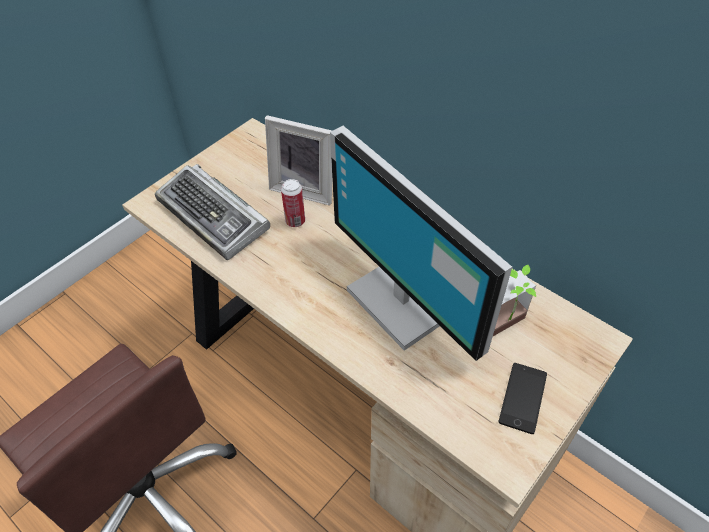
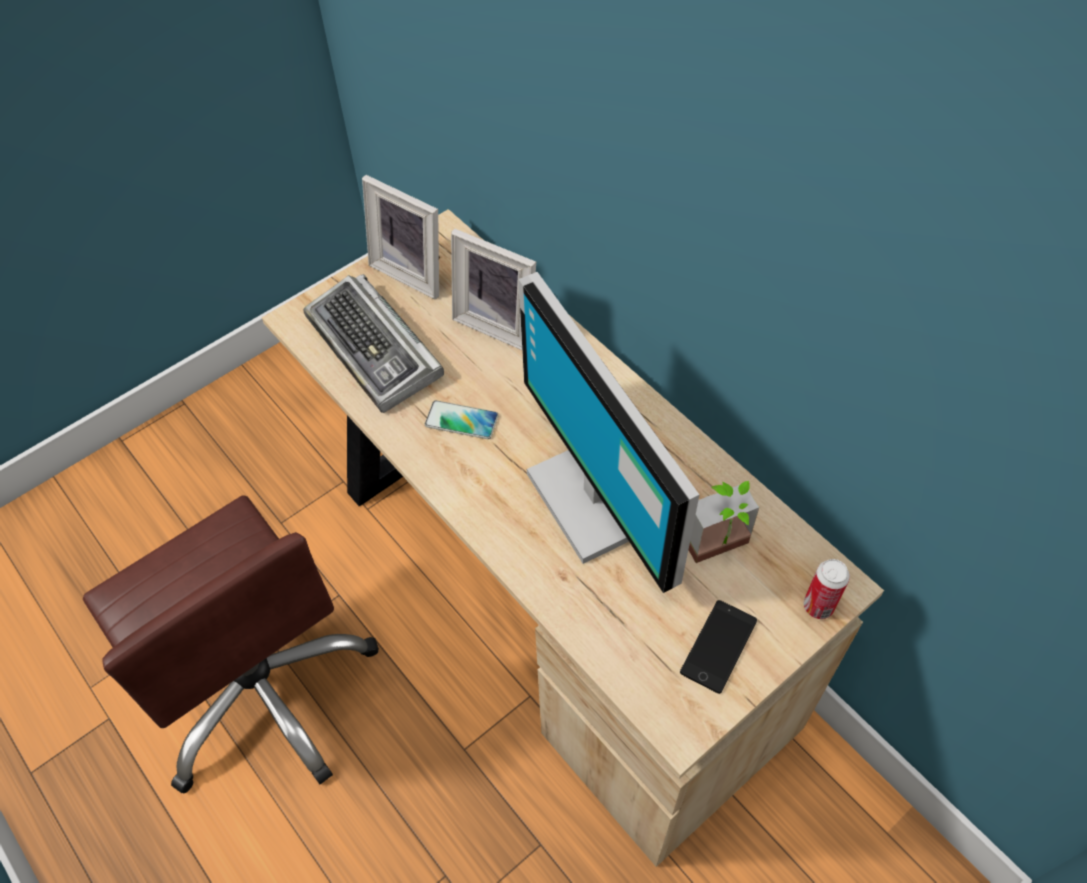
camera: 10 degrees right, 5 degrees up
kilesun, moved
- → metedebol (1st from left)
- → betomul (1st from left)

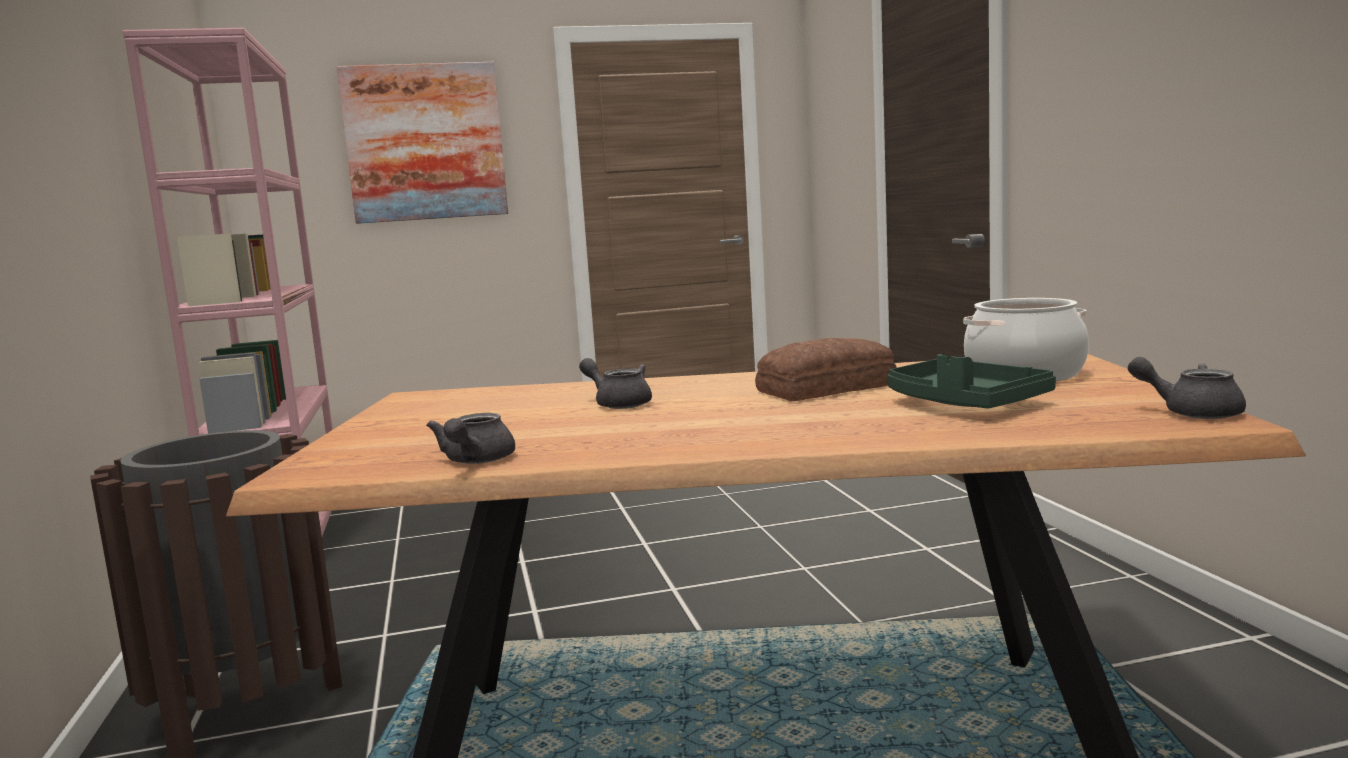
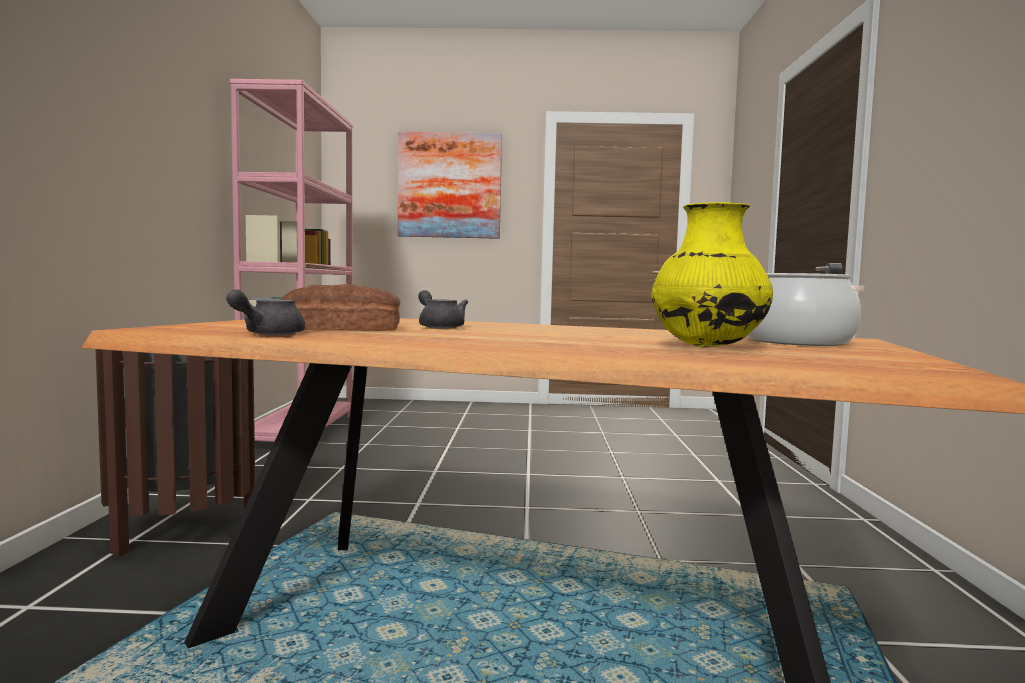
camera: 15 degrees right, 5 degrees down
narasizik, moved
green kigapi → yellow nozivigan
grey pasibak (3rd from left) → -

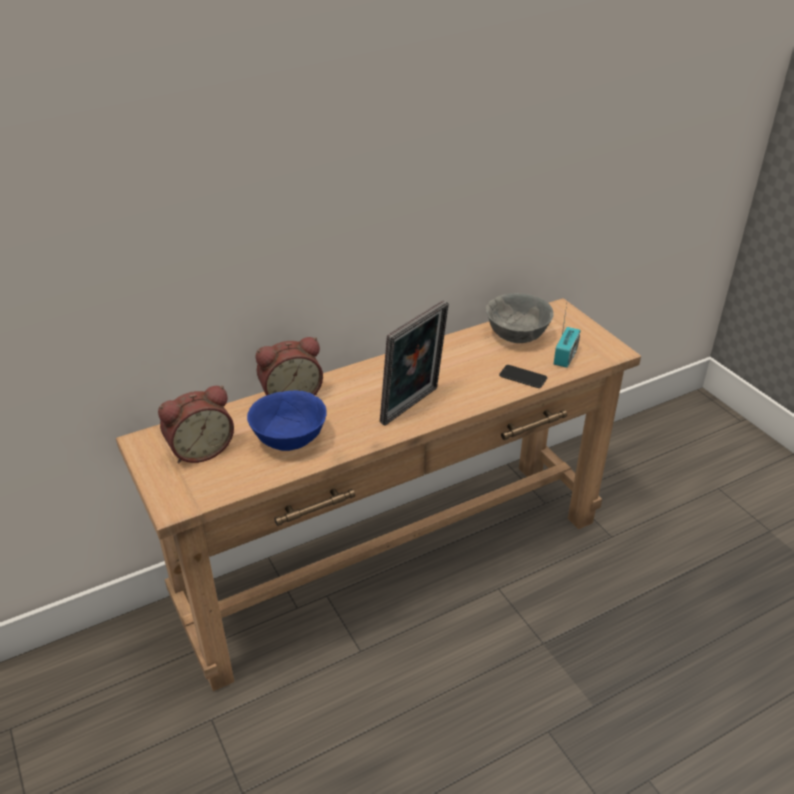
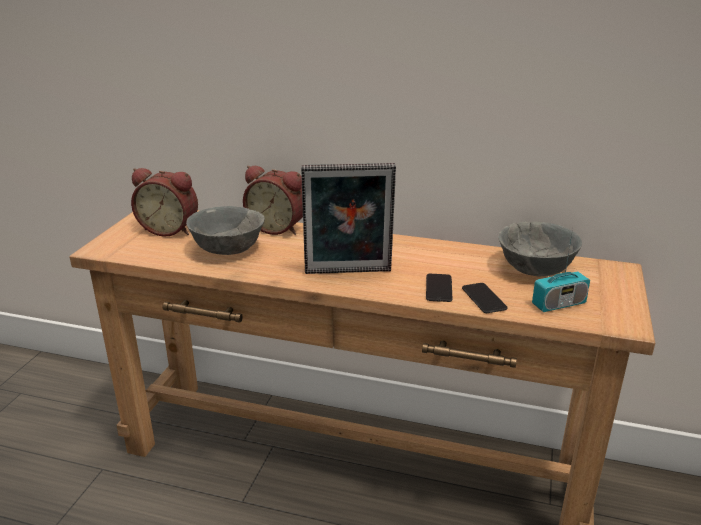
camera: 45 degrees right, 10 degrees down
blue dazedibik → grey dazedibik (1st from left)
- → betomul (1st from left)

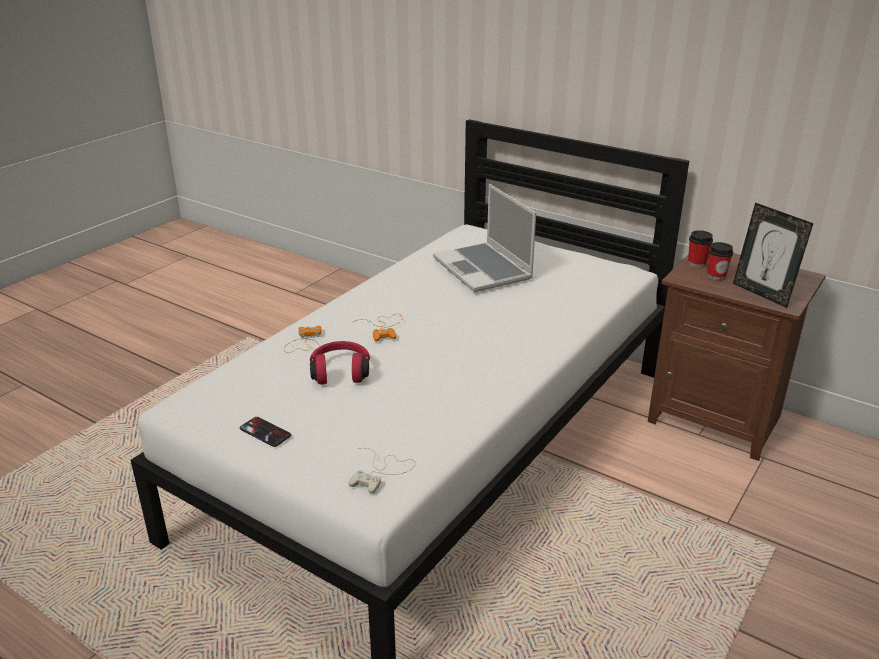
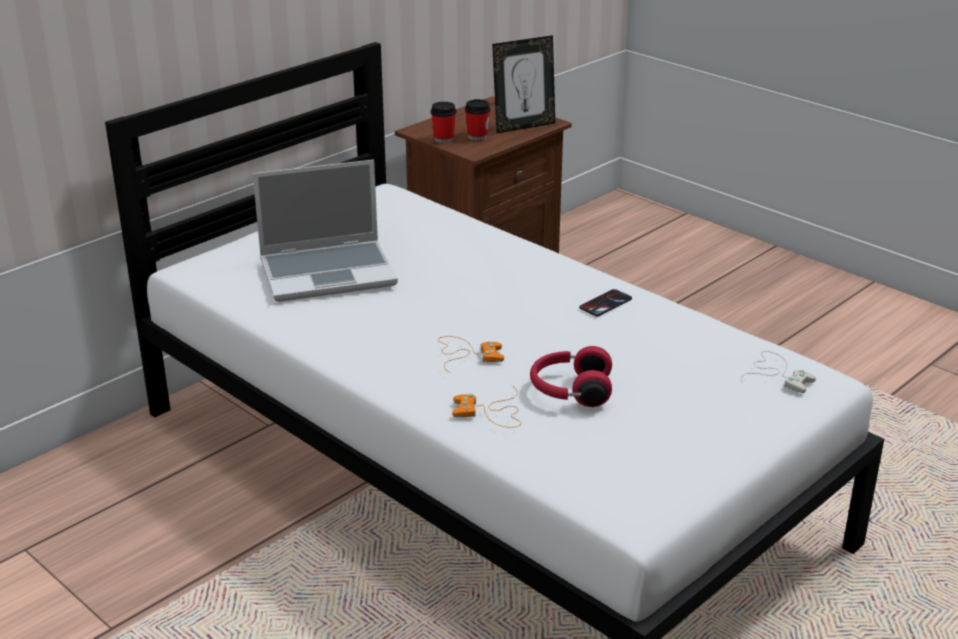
camera: 80 degrees left, 0 degrees up
betomul, moved

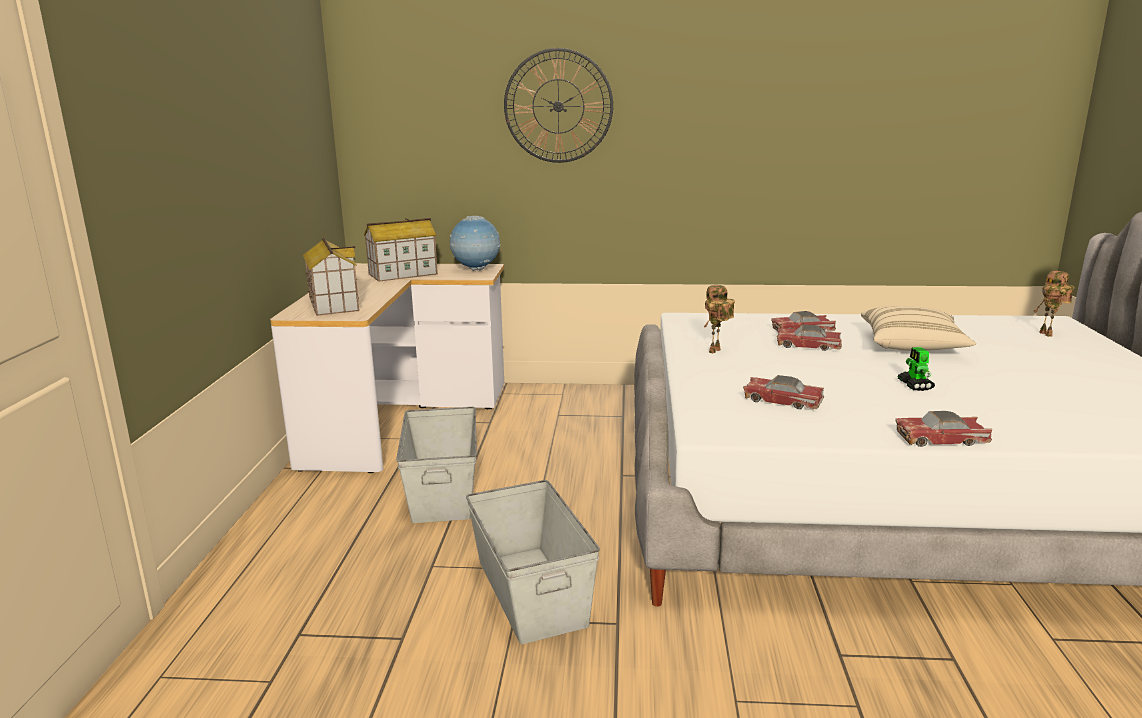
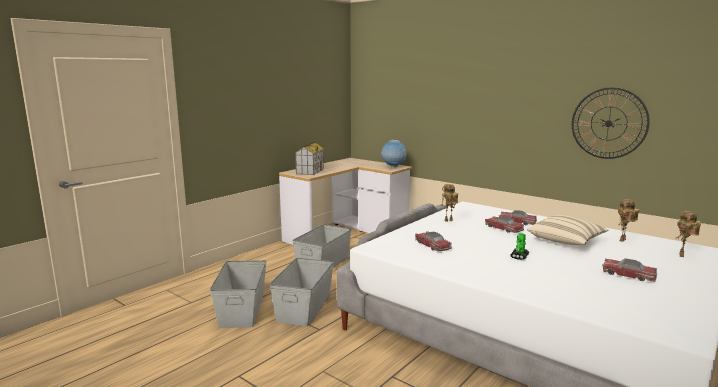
camera: 35 degrees right, 5 degrees down
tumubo (2nd from left) → -
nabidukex, moved
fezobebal (4th from left), moved
- → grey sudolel (1st from left)
- → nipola (3rd from left)

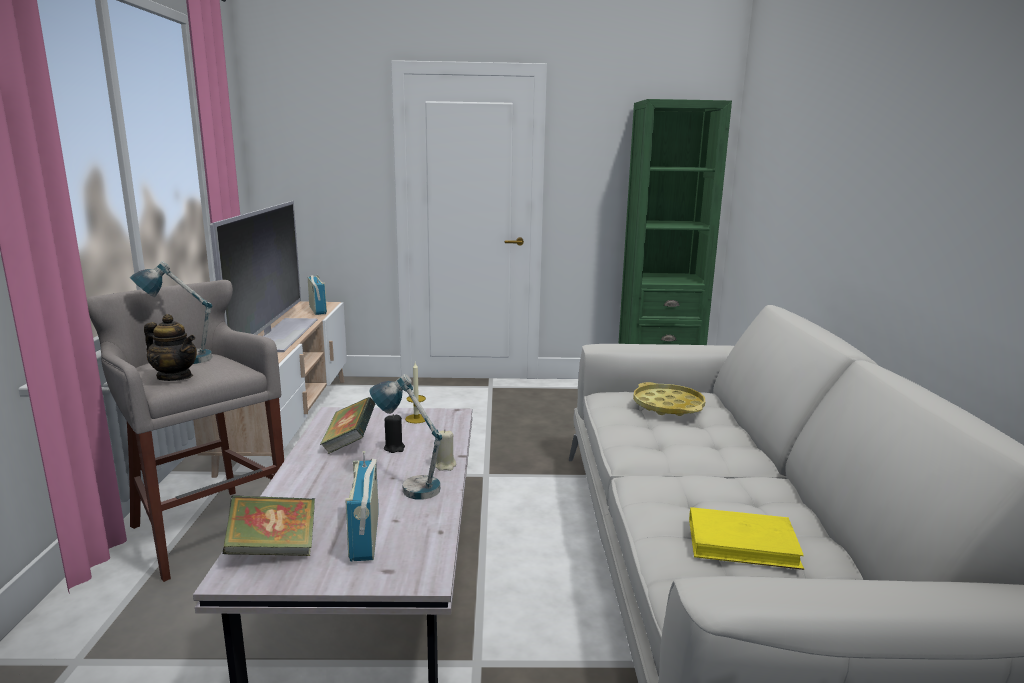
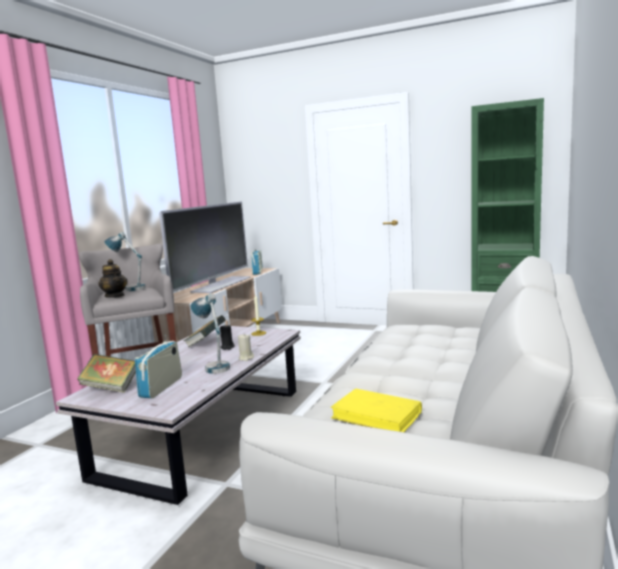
camera: 25 degrees right, 5 degrees down
yellow kigapi → -

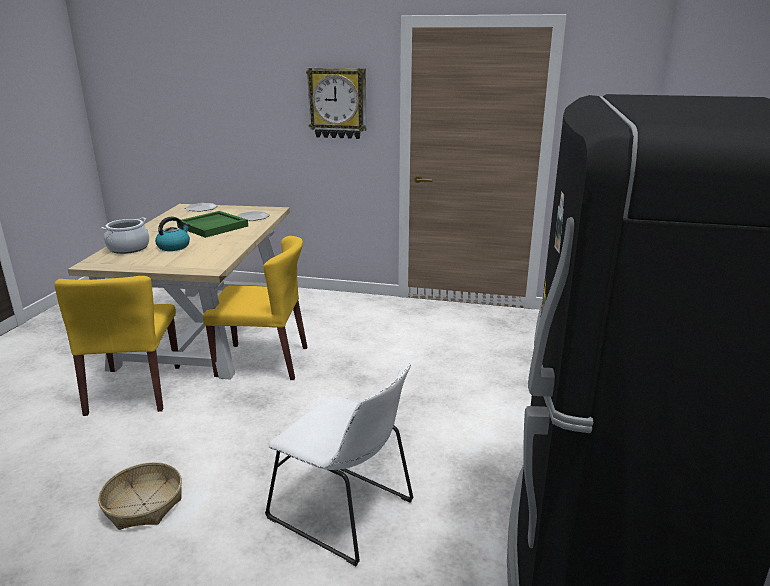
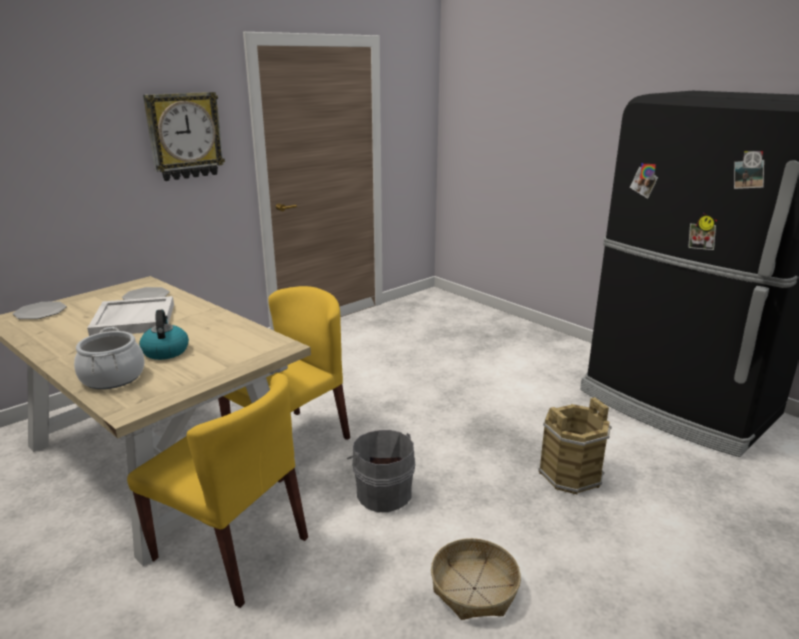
camera: 55 degrees left, 0 degrees up
green kigapi → white kigapi
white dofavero → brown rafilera
- → grey rafilera

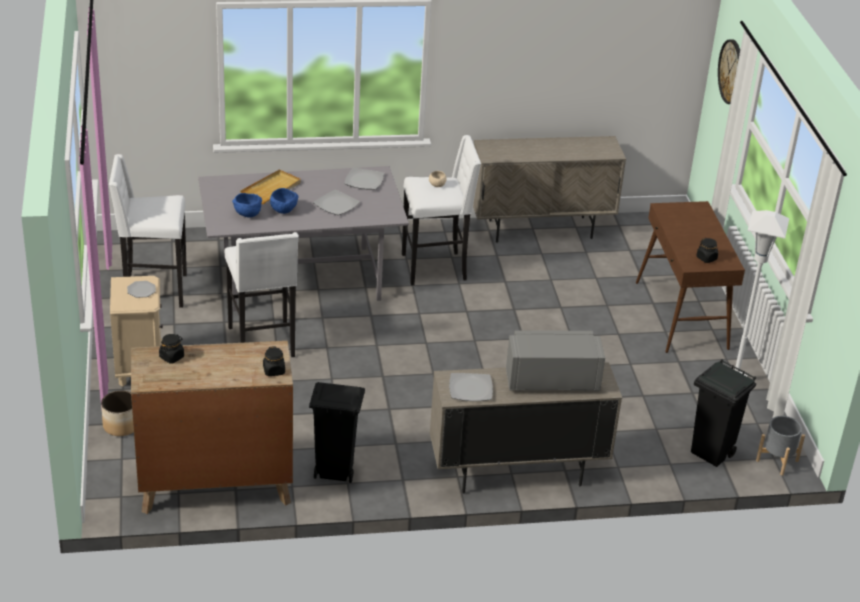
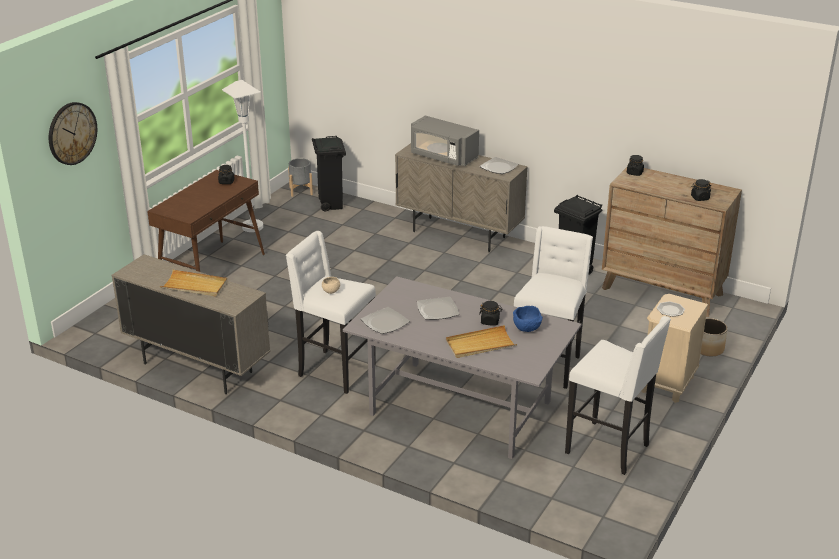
camera: 140 degrees left, 5 degrees down
blue dazedibik (2nd from left) → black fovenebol (2nd from left)
- → beige kigapi (1st from left)

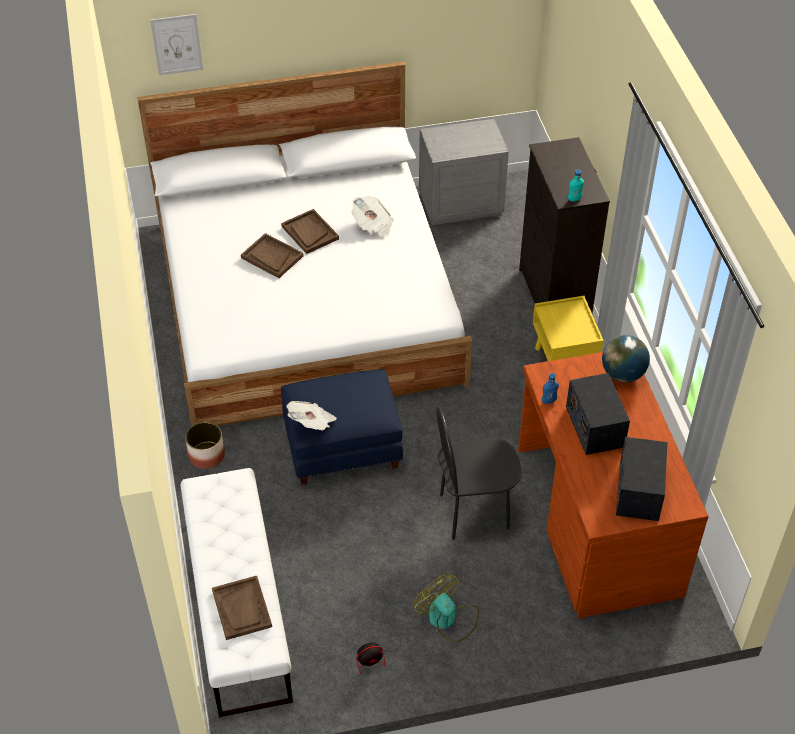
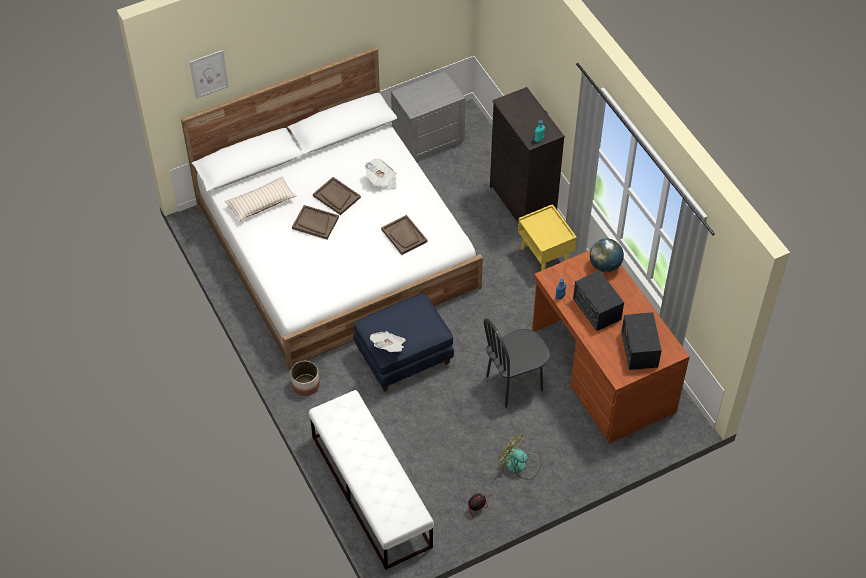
camera: 15 degrees left, 5 degrees up
brown kigapi (1st from left in the first image) → brown kigapi (3rd from left), moved
- → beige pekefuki

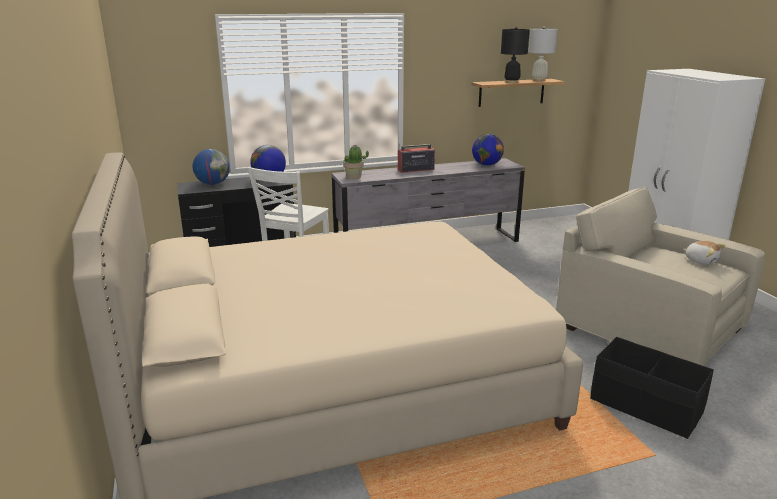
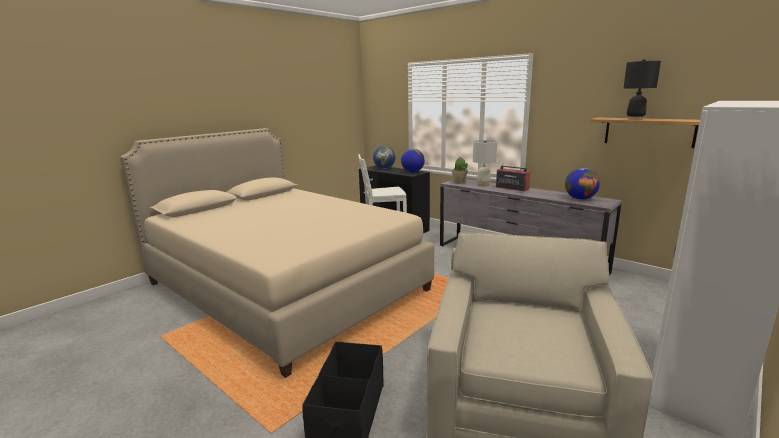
camera: 60 degrees right, 5 degrees down
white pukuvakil, moved
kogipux → -

